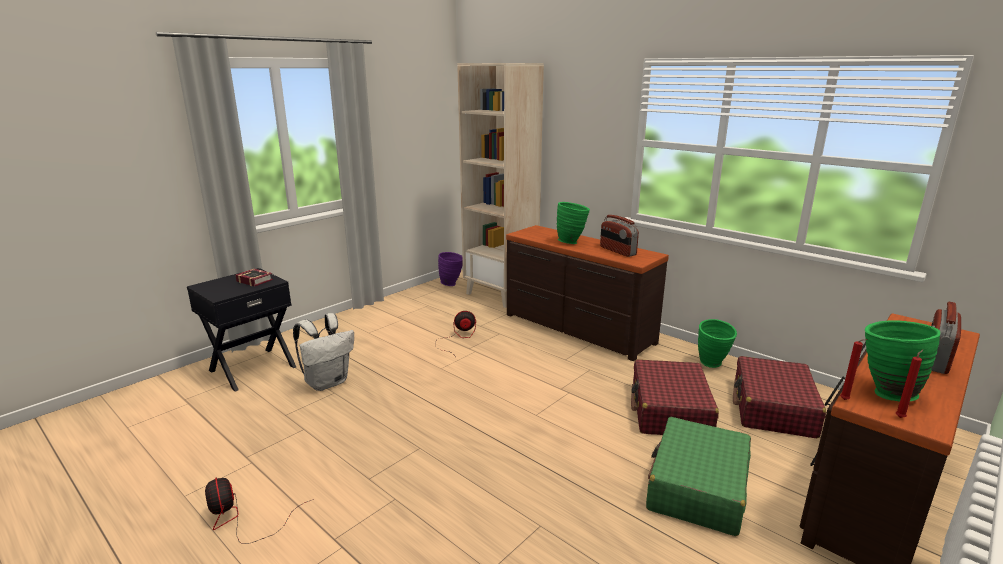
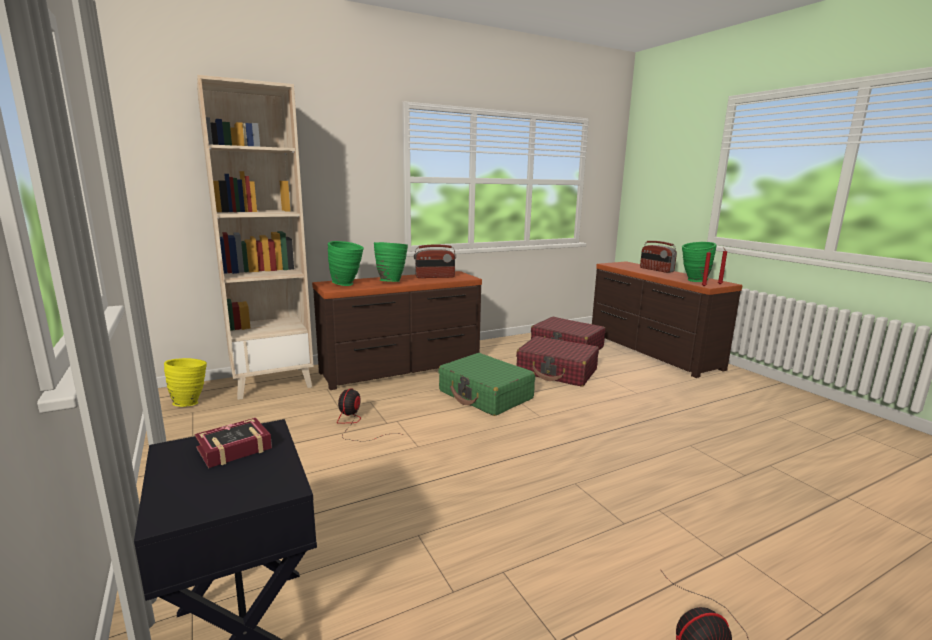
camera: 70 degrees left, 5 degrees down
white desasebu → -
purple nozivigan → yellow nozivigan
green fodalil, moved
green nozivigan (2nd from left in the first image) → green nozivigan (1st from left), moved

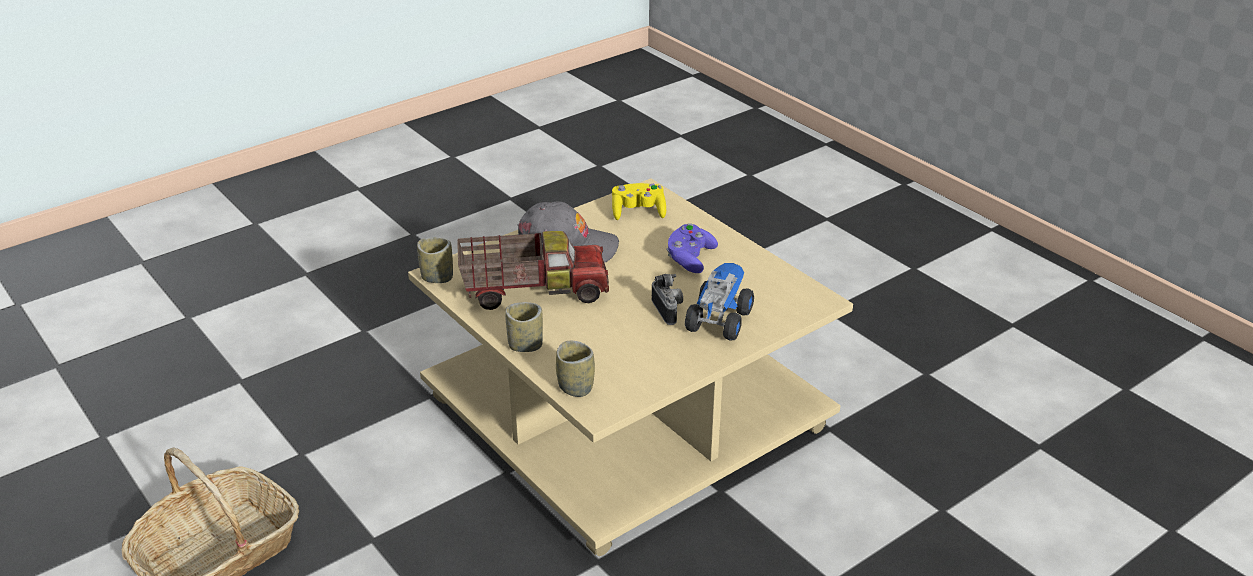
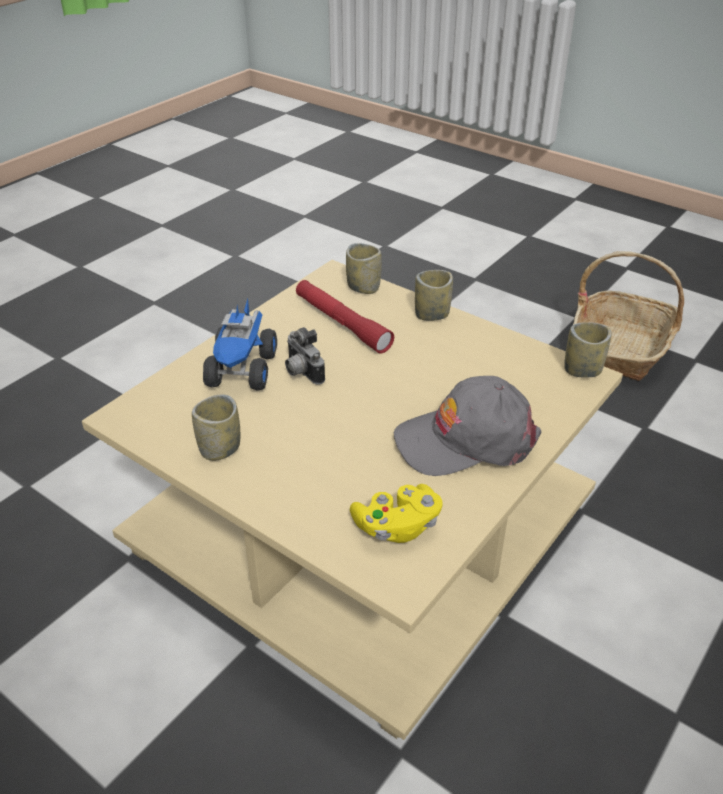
camera: 165 degrees right, 5 degrees up
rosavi (1st from left) → -
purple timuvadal → -
- → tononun (1st from left)
- → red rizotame

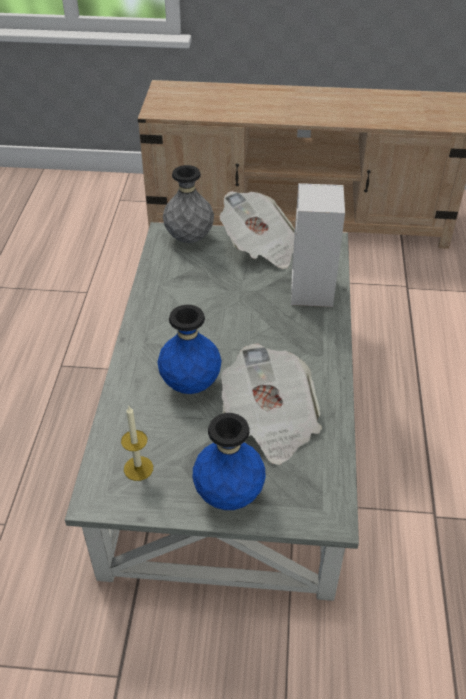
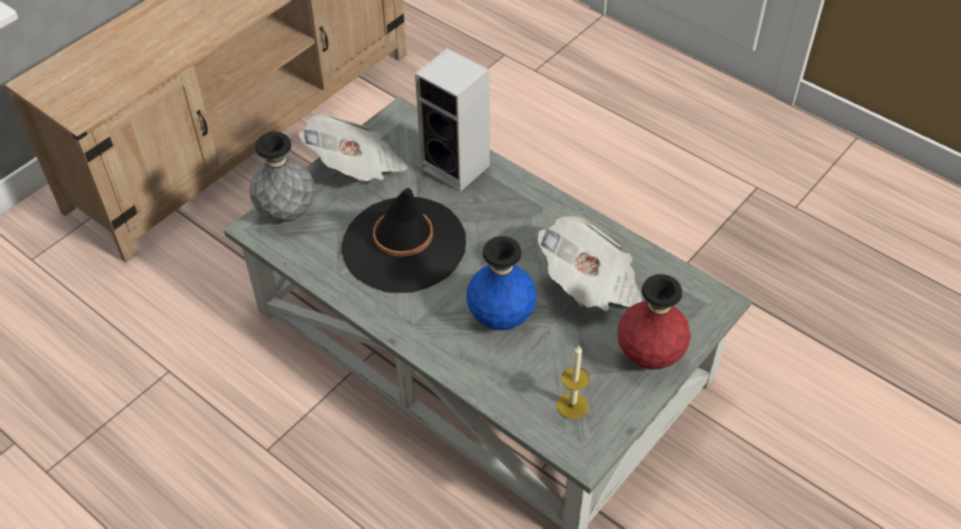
camera: 55 degrees left, 5 degrees up
blue nozivigan (2nd from left) → red nozivigan
- → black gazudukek

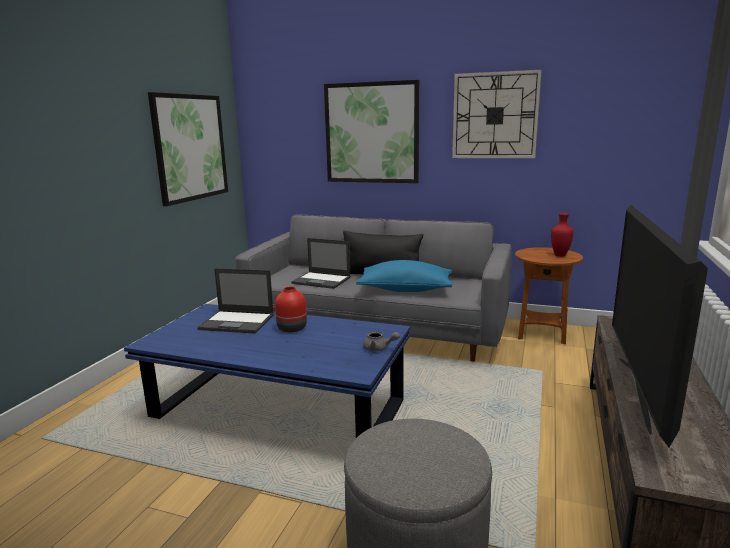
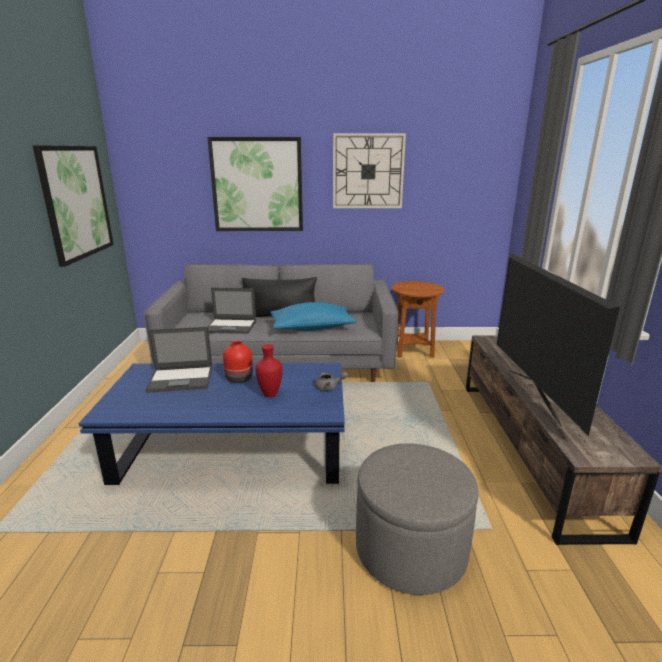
camera: 20 degrees left, 5 degrees up
red nozivigan (2nd from left), moved

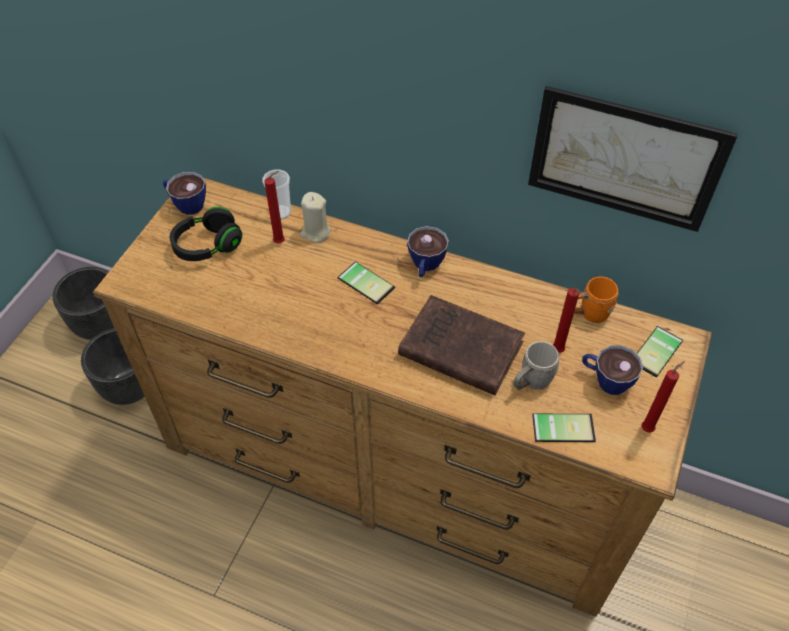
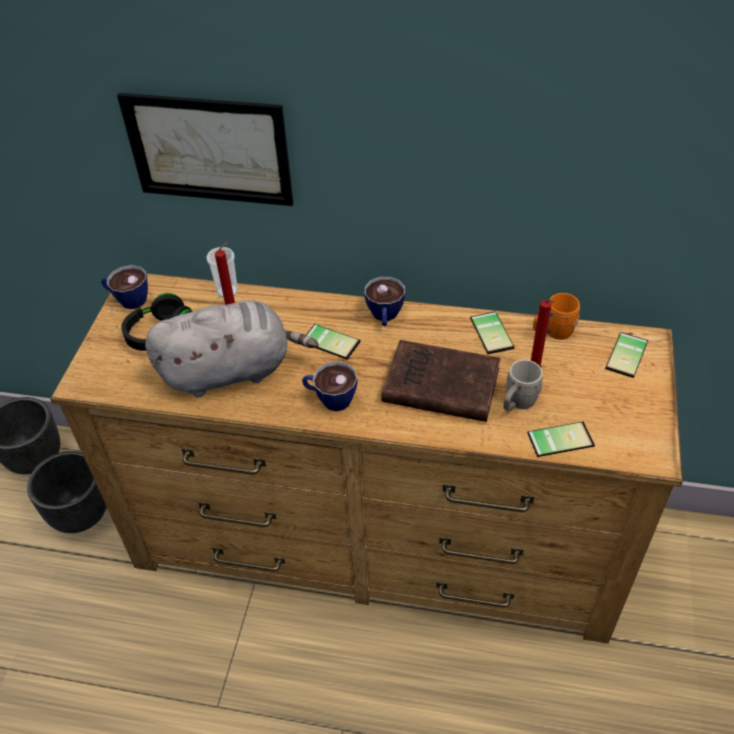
camera: 10 degrees left, 5 degrees down
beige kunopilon → -
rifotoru, moved
tononun (4th from left in the first image) → tononun (3rd from left), moved
red kunopilon (3rd from left) → -
- → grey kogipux
- → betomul (2nd from left)

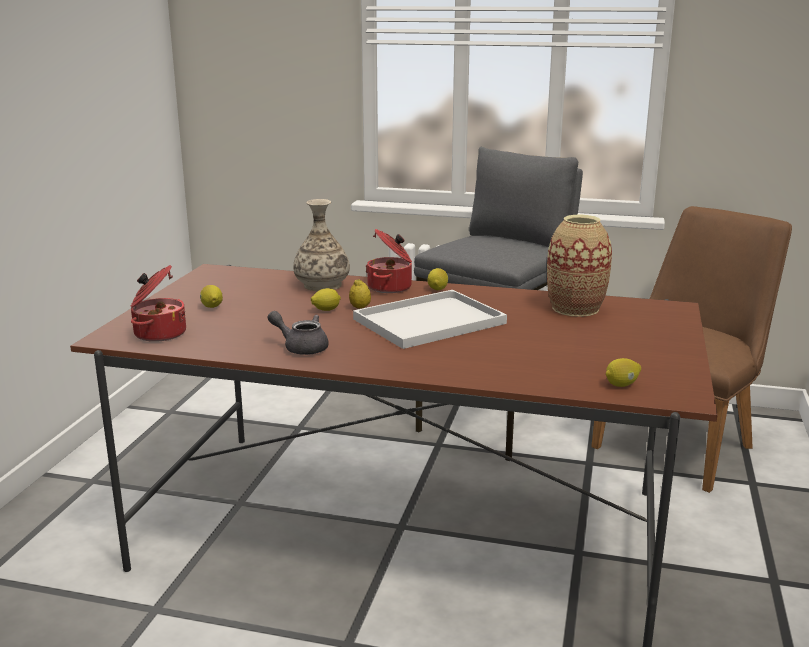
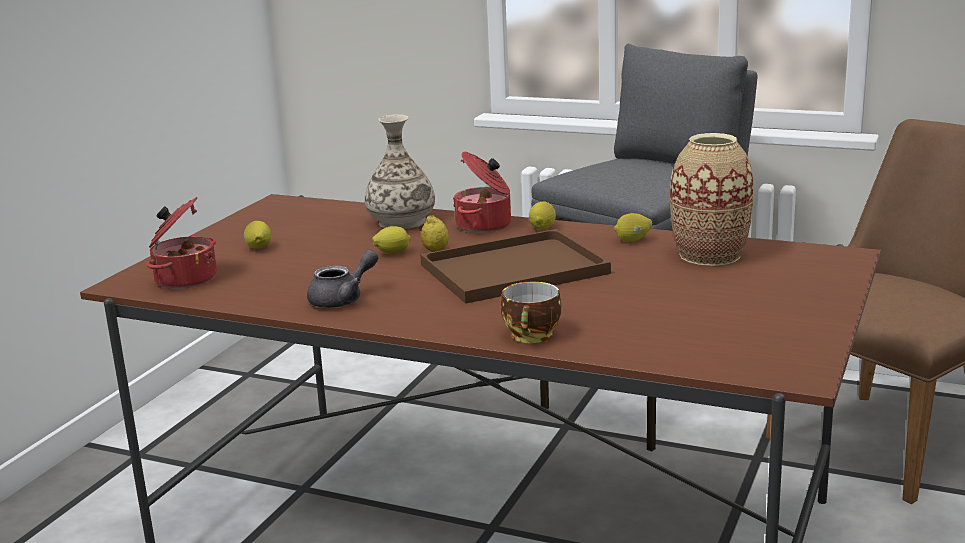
camera: 10 degrees right, 0 degrees up
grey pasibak, 105 degrees clockwise
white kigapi → brown kigapi
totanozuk (5th from left), moved
- → tononun

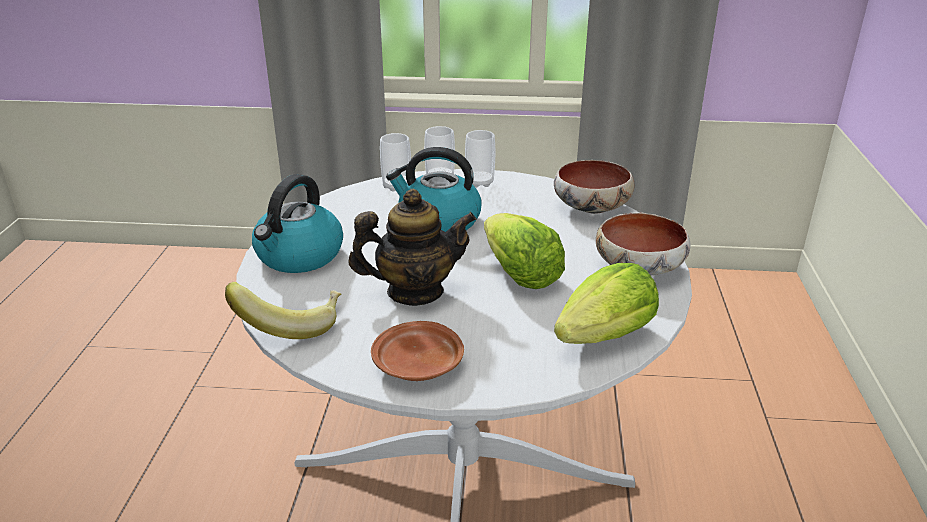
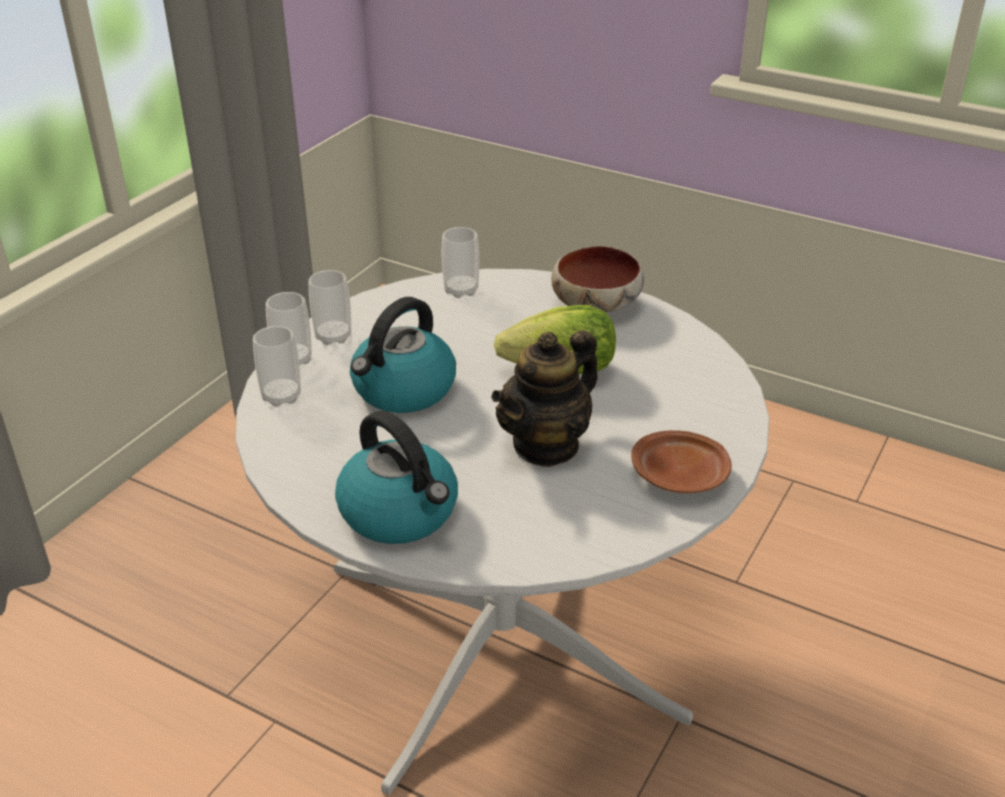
camera: 65 degrees left, 5 degrees up
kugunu → -
pasibak, 150 degrees counterclockwise
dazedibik (1st from left) → tononun (4th from left)
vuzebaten (2nd from left) → -

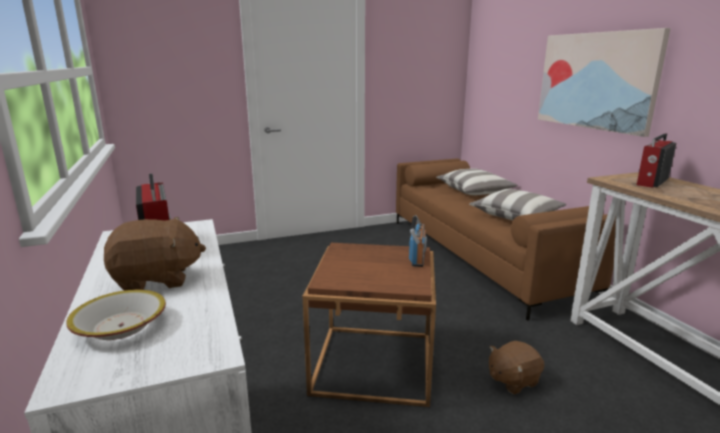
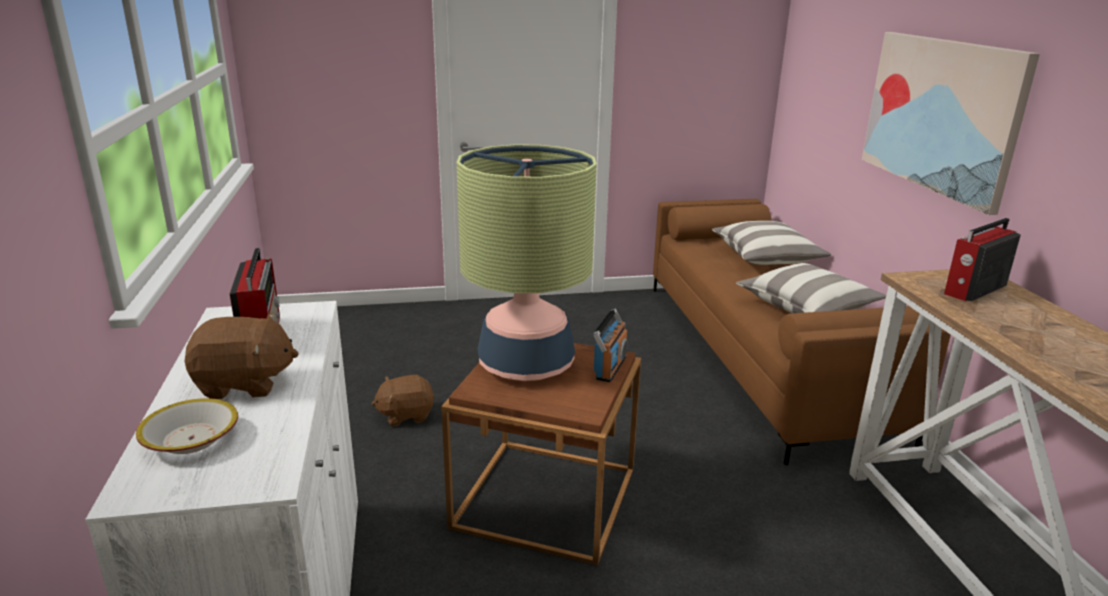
camera: 10 degrees right, 5 degrees up
brown kogipux (2nd from left), moved
- → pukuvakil

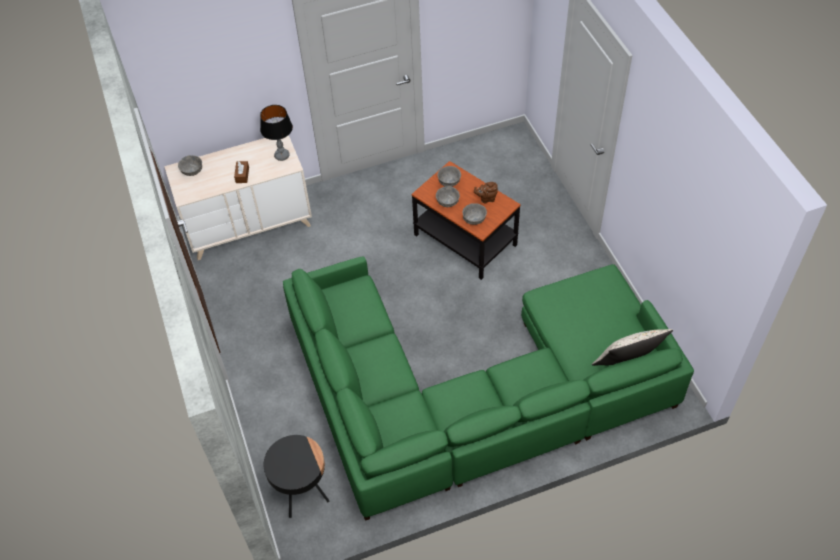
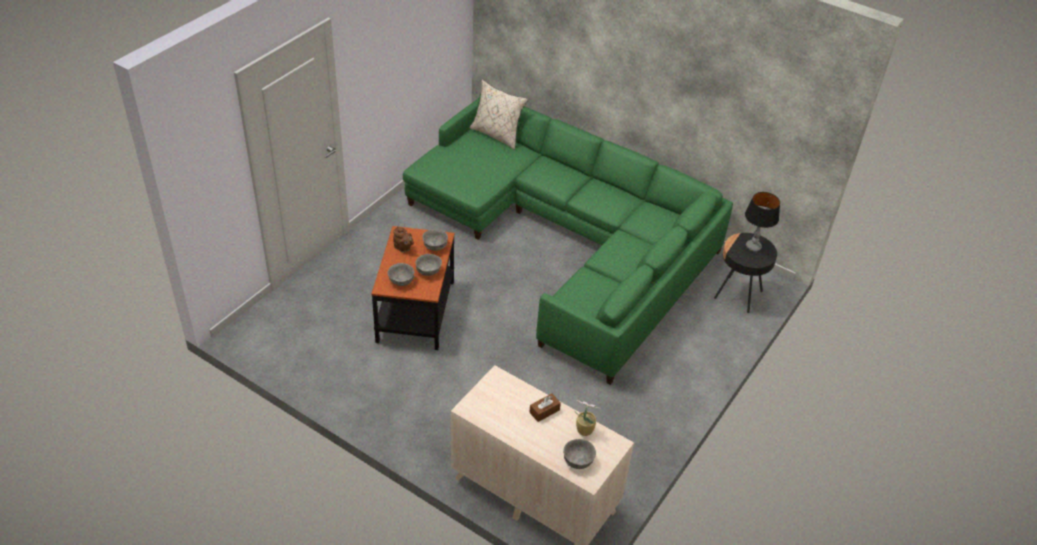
camera: 130 degrees left, 10 degrees down
pukuvakil, moved
- → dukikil

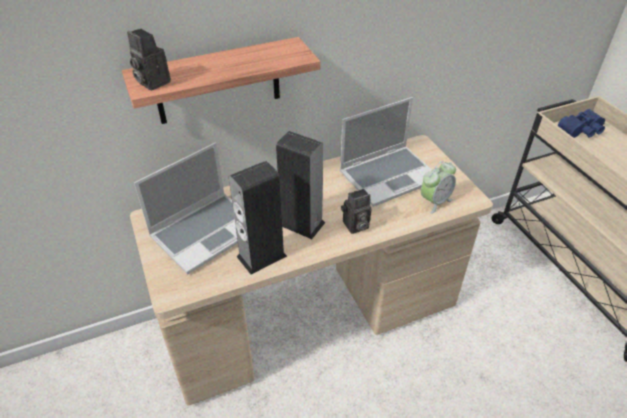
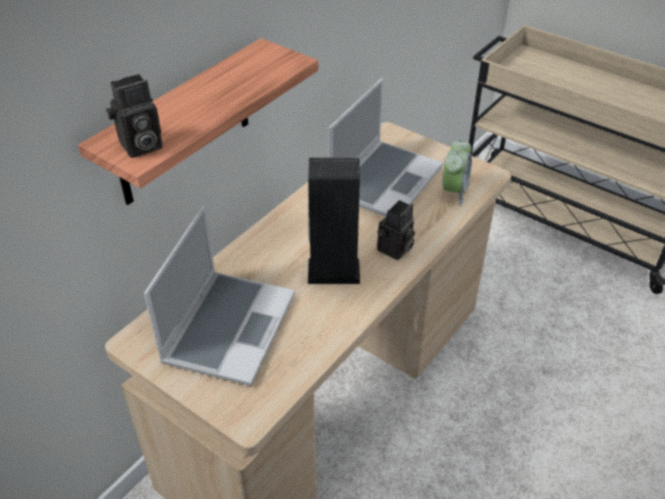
camera: 30 degrees left, 0 degrees up
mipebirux (1st from left), 45 degrees counterclockwise
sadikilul (1st from left) → -
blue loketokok → -

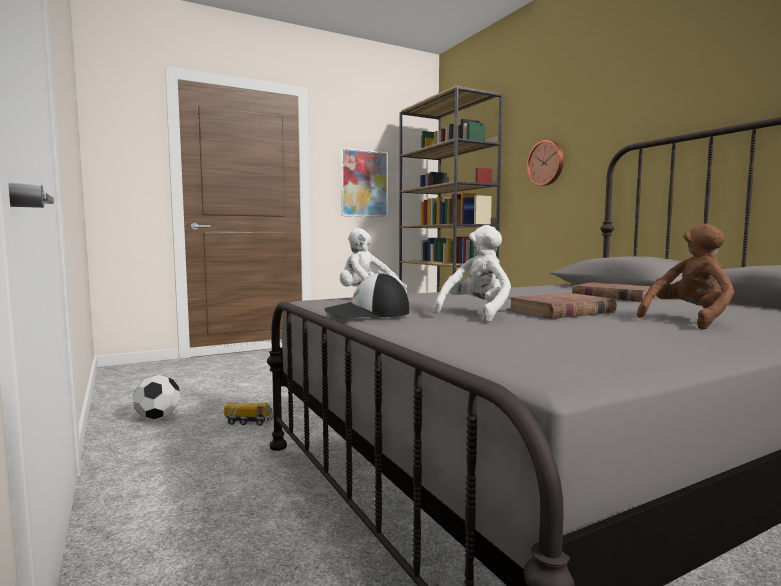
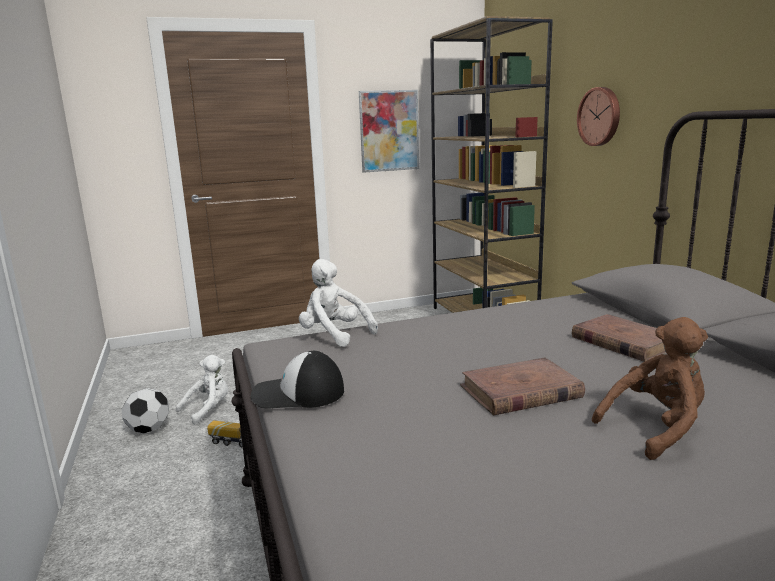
camera: 10 degrees right, 10 degrees up
white kogipux (2nd from left in the first image) → white kogipux (1st from left), moved

